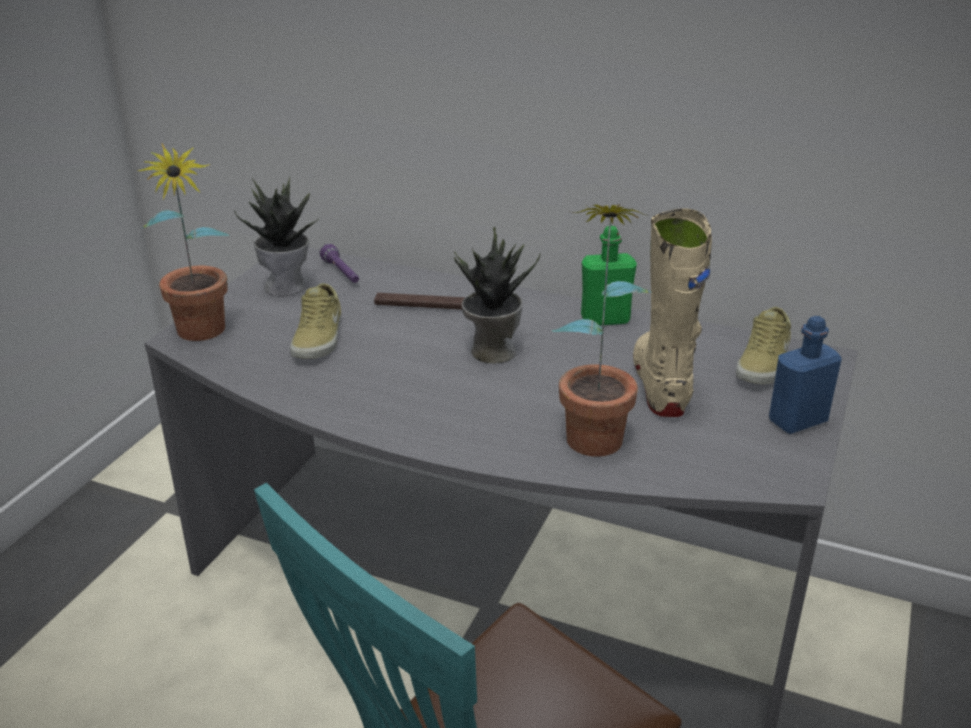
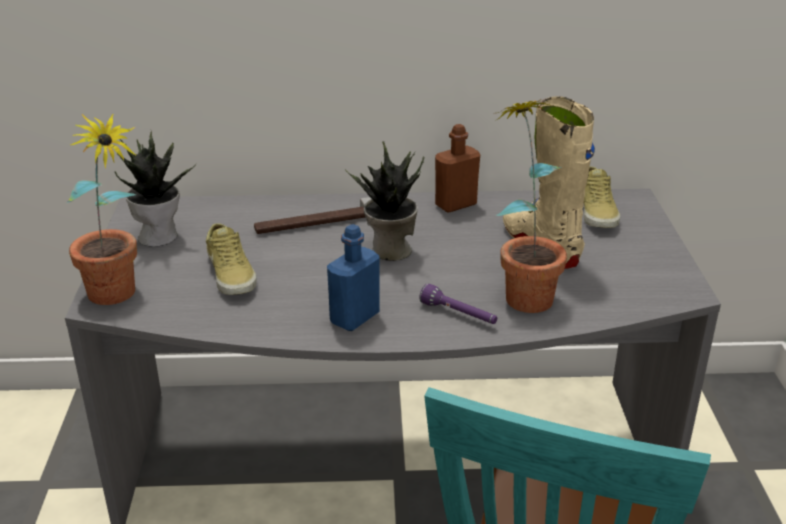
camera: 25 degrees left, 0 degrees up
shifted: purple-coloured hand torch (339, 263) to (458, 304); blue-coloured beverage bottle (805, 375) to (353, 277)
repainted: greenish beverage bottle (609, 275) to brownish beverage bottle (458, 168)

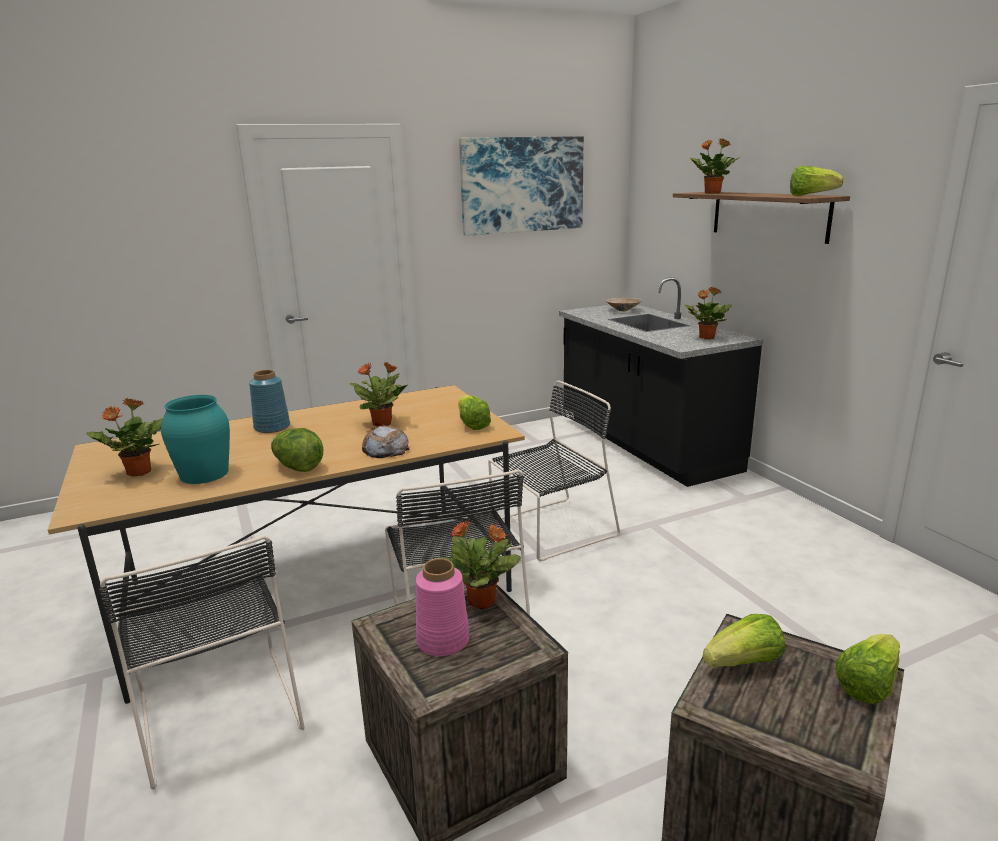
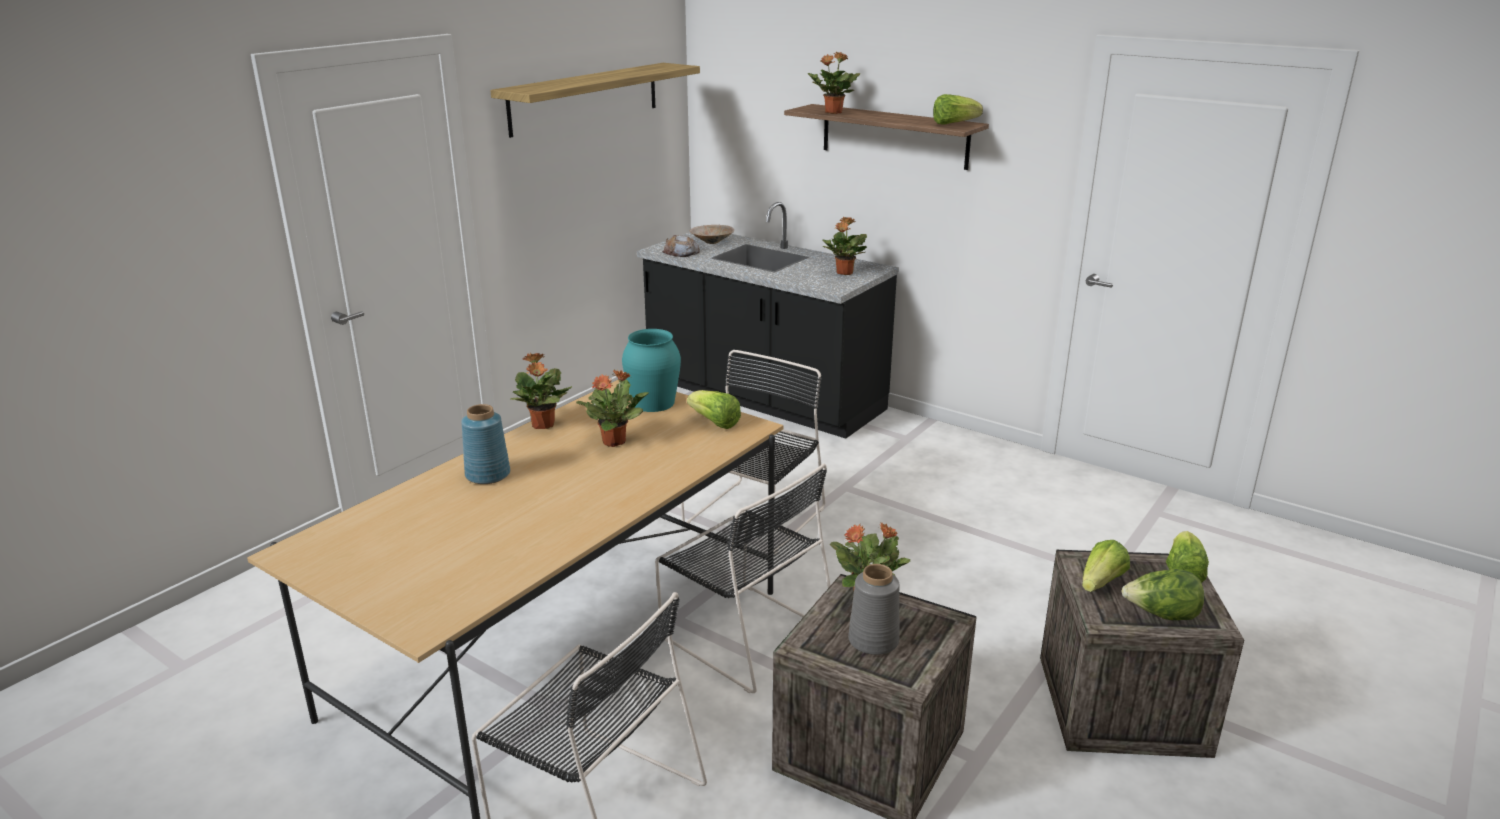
camera: 30 degrees left, 5 degrees up
shifted: plant in a pot (125, 437) to (541, 391); blue-green decorative vase (195, 439) to (651, 370); head of lettuce (297, 450) to (1163, 594); bread (386, 441) to (681, 246)
swapped: wall art (521, 186) to bracket shelf (595, 100)
repainted: pinkish decorative vase (443, 607) to grey decorative vase (874, 609)

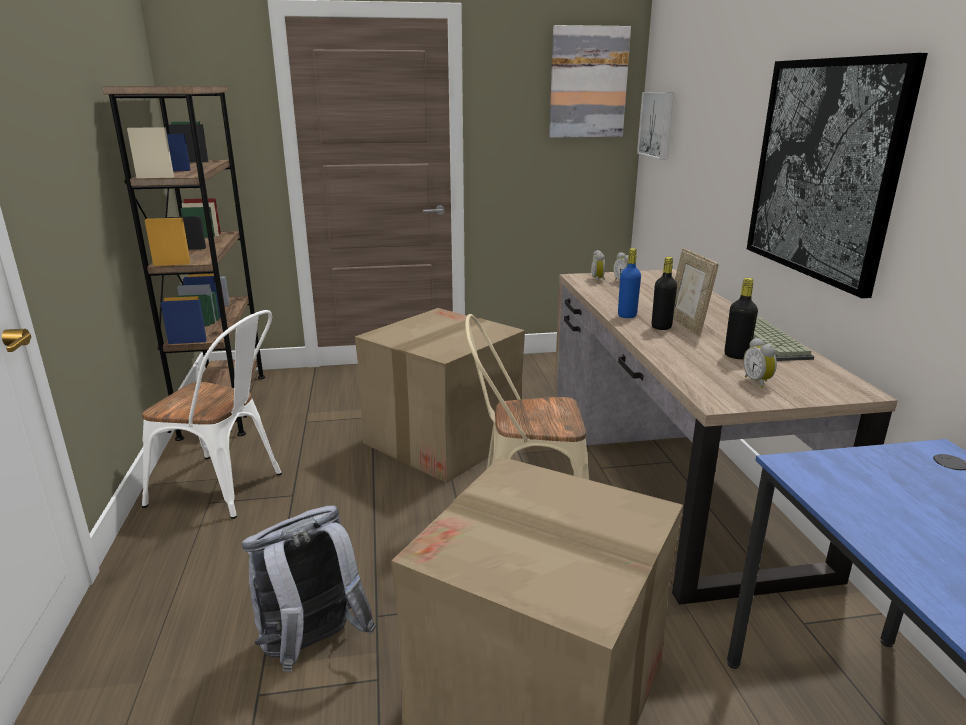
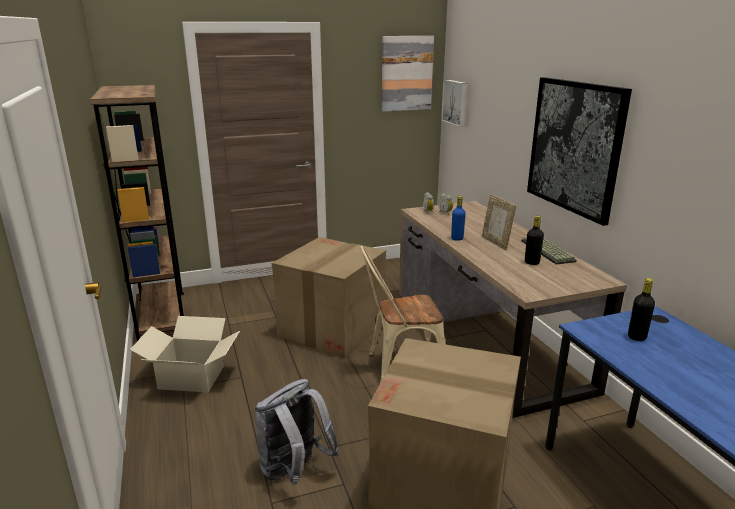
camera: 10 degrees left, 0 degrees up
gone: alarm clock (760, 363)
shifted: black beverage bottle (664, 293) to (641, 309)
swapped: white-coloured chair (212, 414) to carton (185, 354)

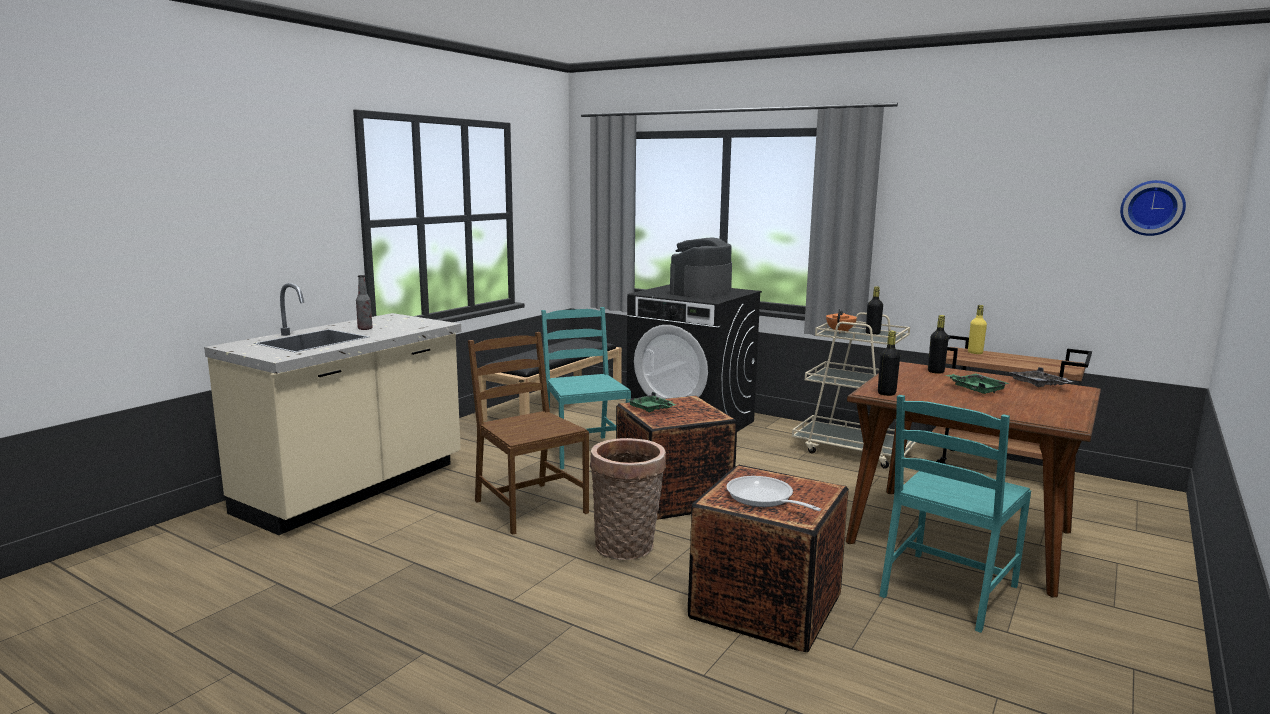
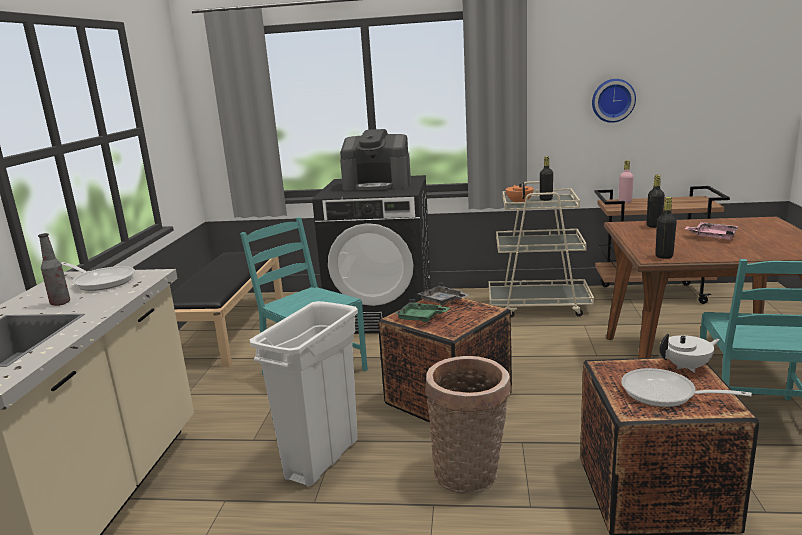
camera: 25 degrees left, 5 degrees up
new: frying pan (98, 276); white-coloured teapot (689, 353)
shifted: grey carrying tray (1041, 377) to (443, 293); hanging clock (1153, 208) to (614, 101)
swapped: brownish chair (528, 433) to white-coloured trash can (304, 394)
repainted: greenish carrying tray (977, 383) to pinkish carrying tray (712, 231); yellowish beverage bottle (977, 329) to pinkish beverage bottle (626, 181)
rotated: coffee machine (701, 267) = (375, 160) 90 degrees counterclockwise

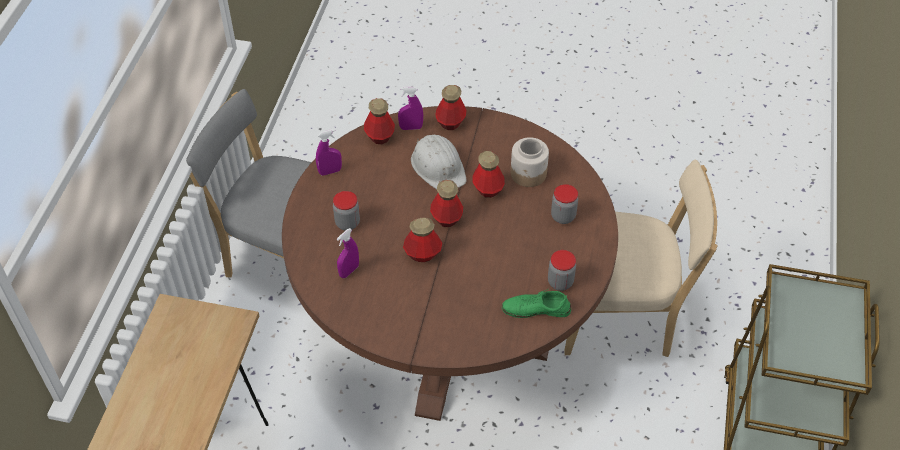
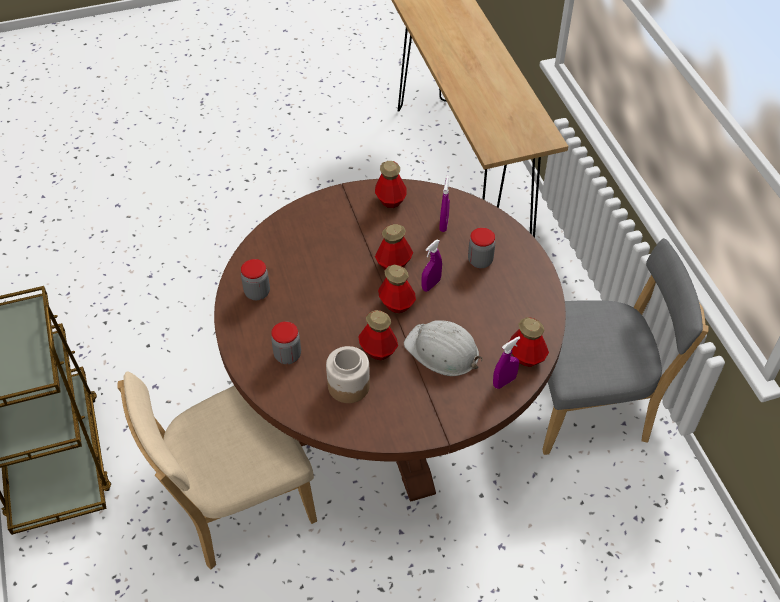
camera: 150 degrees right, 0 degrees up
gone: greenish shoe (536, 303)
shifted: purple-coloured hand sprayer (329, 152) to (431, 265); beverage bottle (451, 107) to (391, 184)

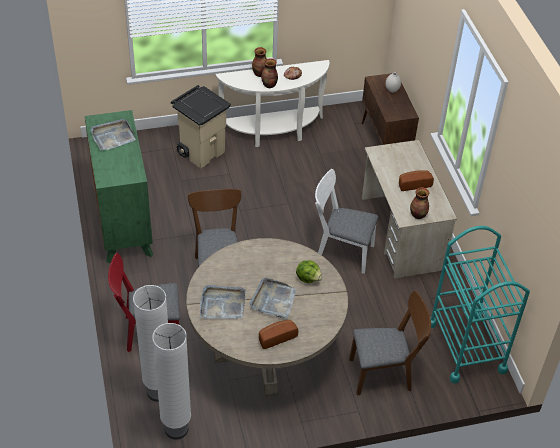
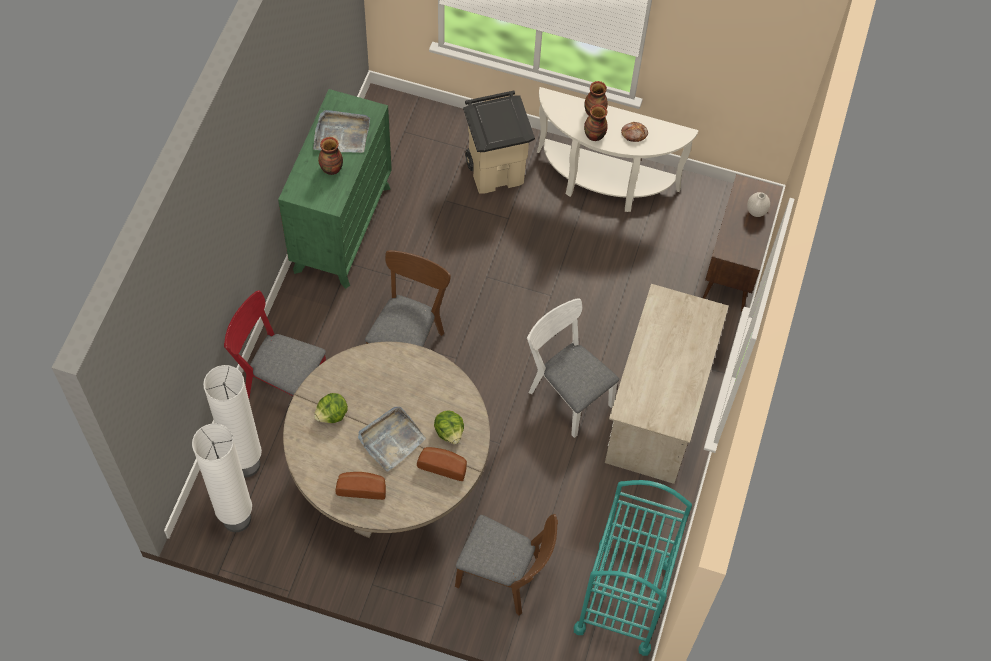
camera: 30 degrees right, 15 degrees up
shifted: bread (416, 181) to (442, 464); decorative vase (419, 203) to (330, 156)
swapped: grey carrying tray (223, 302) to head of lettuce (331, 408)

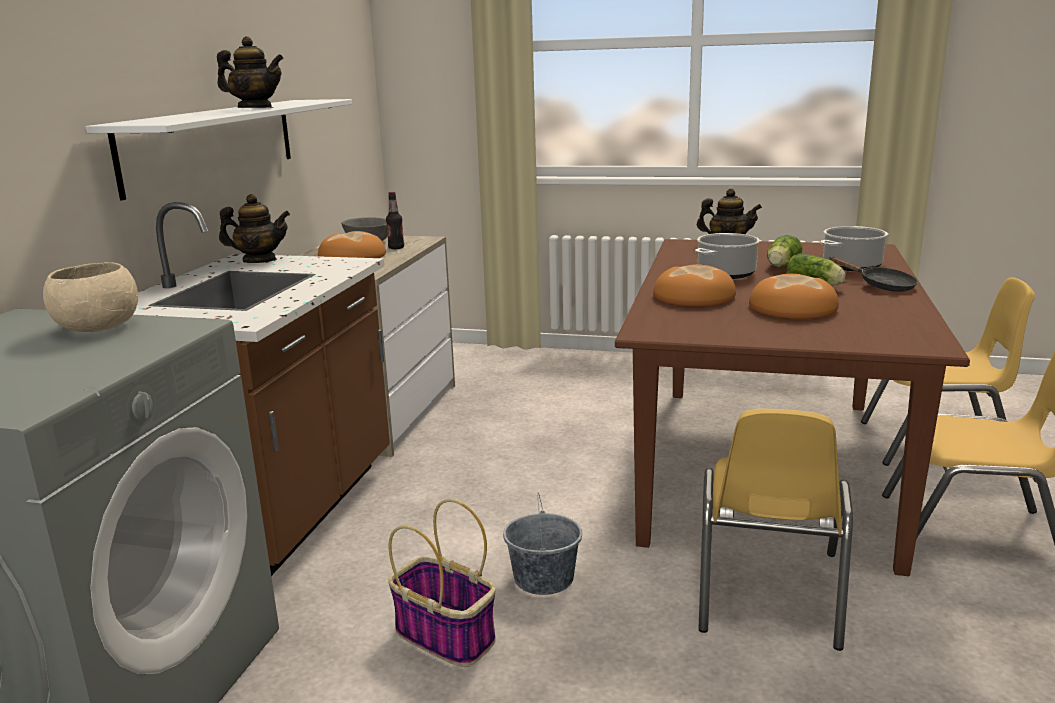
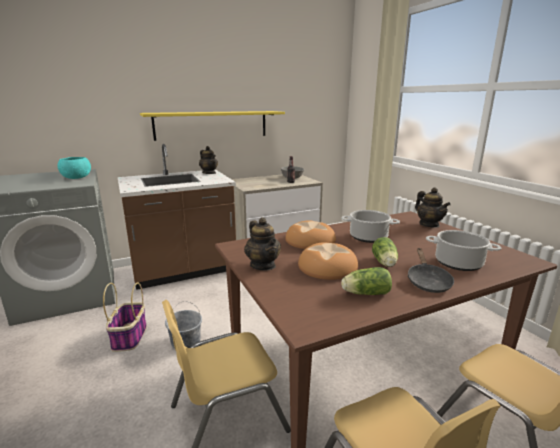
camera: 50 degrees right, 0 degrees up
gone: bread (352, 244)
shifted: teapot (250, 72) to (262, 244); head of lettuce (784, 251) to (366, 281)
repainted: beige-coloured serving bowl (90, 297) to blue-green serving bowl (74, 168); white-coloured bracket shelf (219, 149) to yellowish bracket shelf (212, 126)

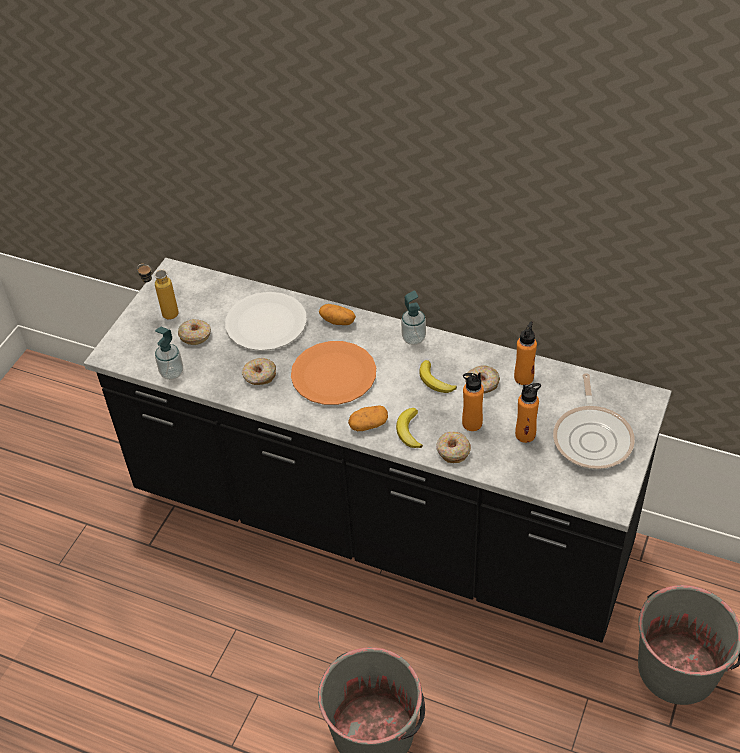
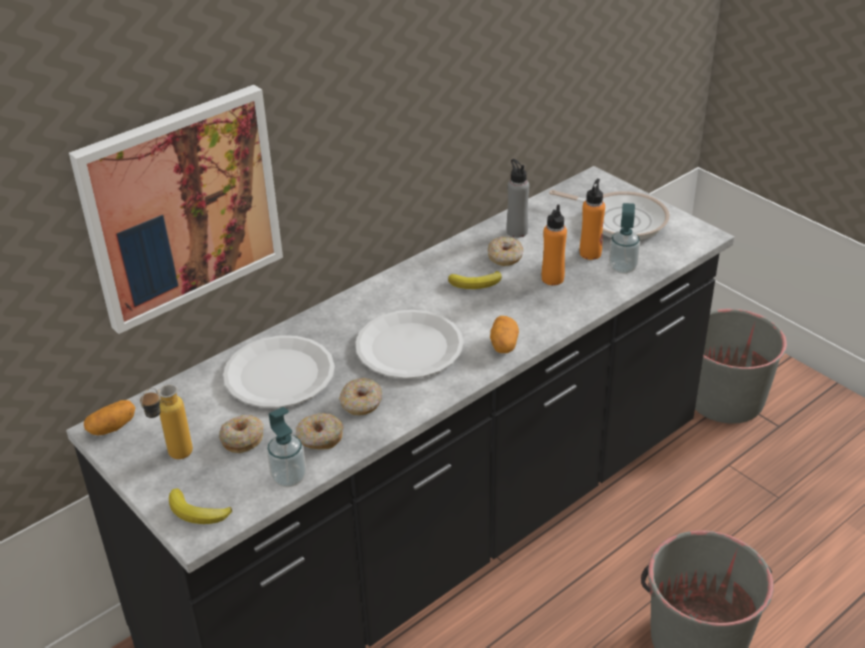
camera: 65 degrees left, 10 degrees down
new: wall art (176, 209)
shifted: potato (337, 314) to (109, 417); banana (409, 428) to (200, 506); soap bottle (413, 318) to (624, 238); ring doughnut (453, 447) to (320, 431)
repainted: orangey dinner plate (333, 373) to white-coloured dinner plate (409, 344); orangey beverage bottle (525, 353) to grey beverage bottle (517, 198)

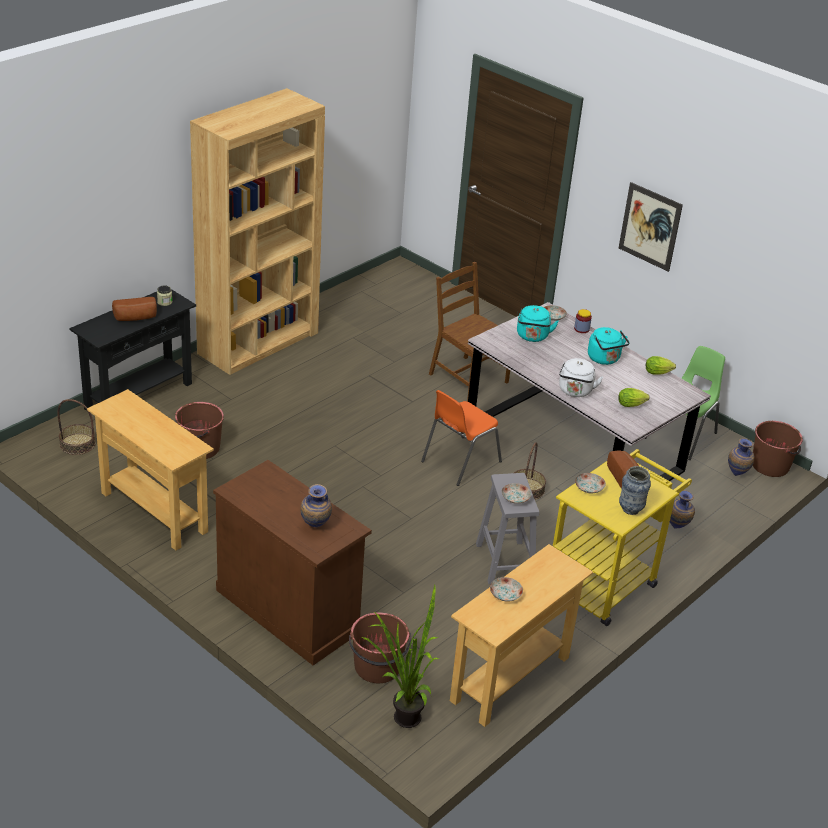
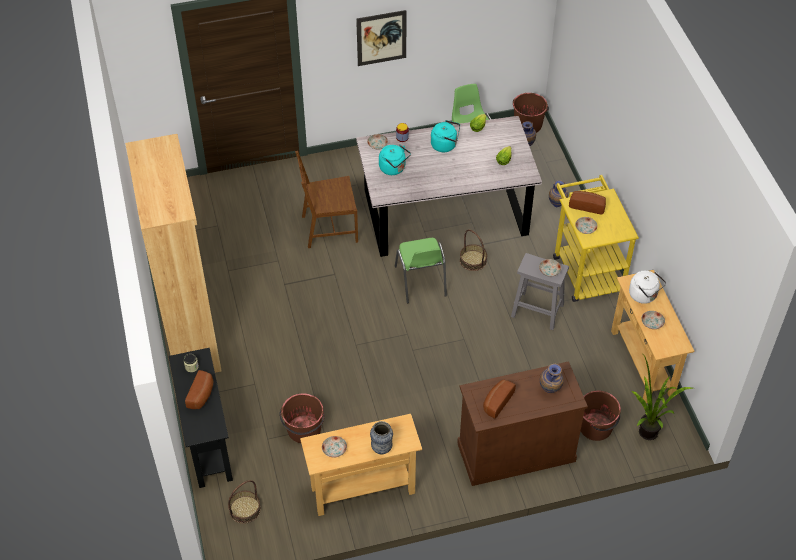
camera: 55 degrees left, 15 degrees up
new: dinner plate (334, 447); bread (499, 399)
shifted: white-coloured tea kettle (581, 377) to (647, 287); decorative vase (635, 490) to (381, 438)
repainted: orangey chair (461, 438) to greenish chair (421, 270)

